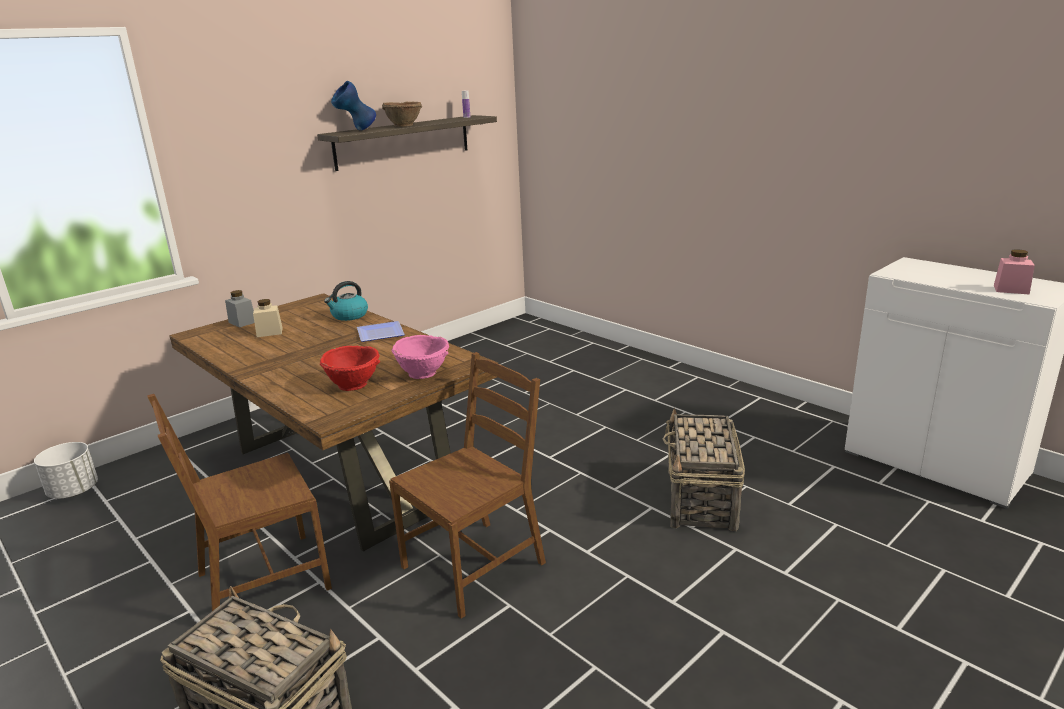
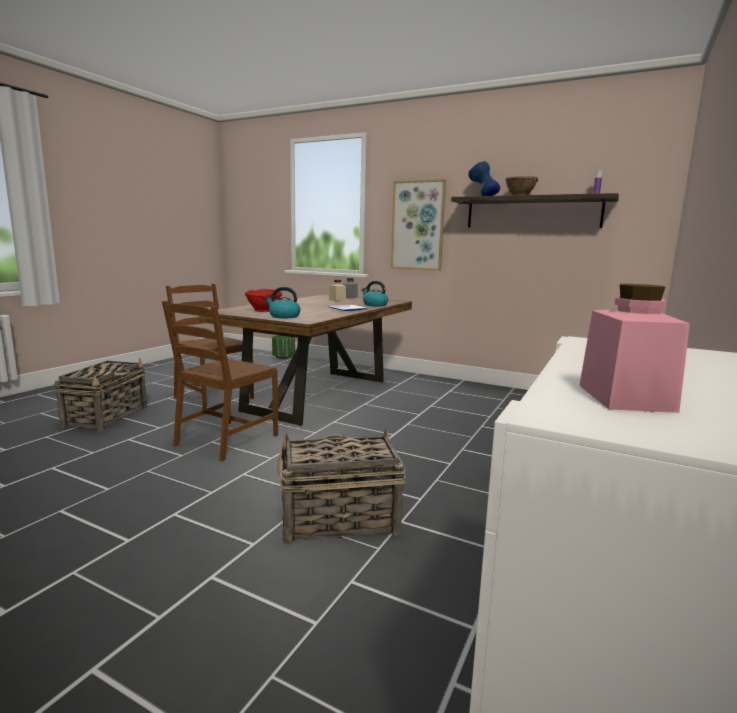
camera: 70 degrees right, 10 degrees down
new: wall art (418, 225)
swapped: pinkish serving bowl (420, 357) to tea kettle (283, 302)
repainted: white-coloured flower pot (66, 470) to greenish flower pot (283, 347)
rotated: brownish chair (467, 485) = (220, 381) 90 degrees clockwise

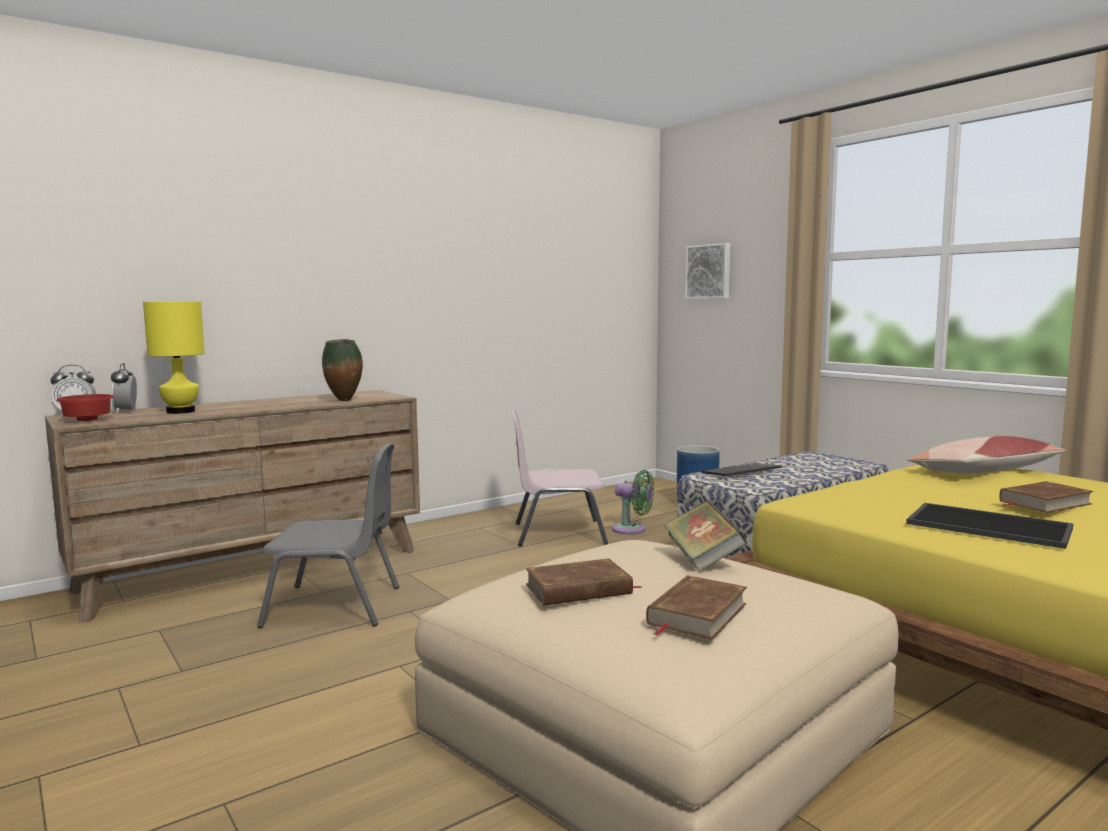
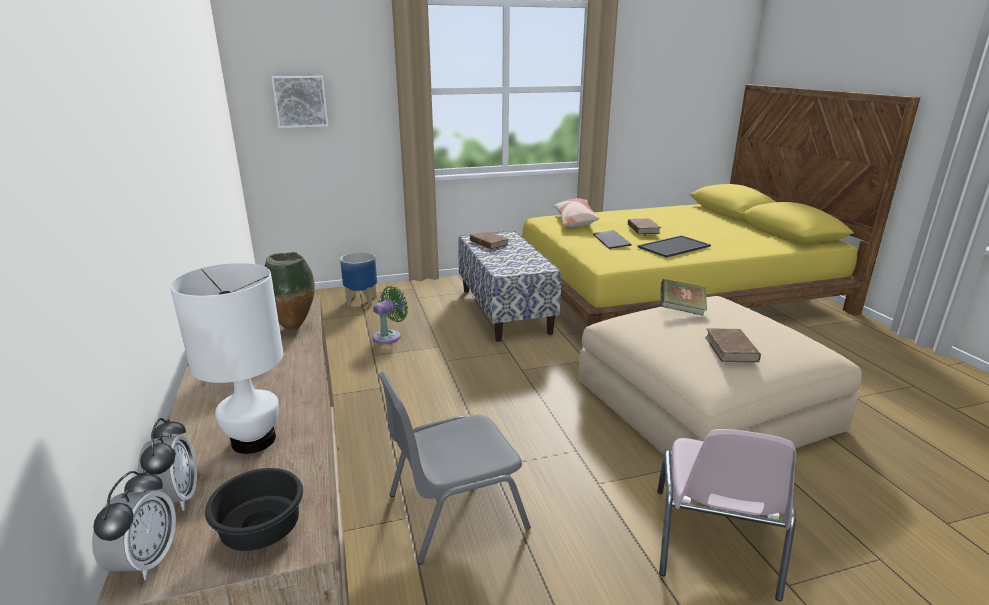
camera: 70 degrees left, 15 degrees up
shifted: pinkish chair (559, 477) to (726, 515); brownish book (696, 607) to (489, 240); PC keyboard (742, 469) to (612, 239)
repainted: red-coloured serving bowl (85, 407) to black serving bowl (254, 509); yellowish table lamp (174, 357) to white-coloured table lamp (226, 358)
rotated: alarm clock (124, 388) = (167, 464) 105 degrees counterclockwise; grey chair (328, 535) = (454, 467) 135 degrees counterclockwise

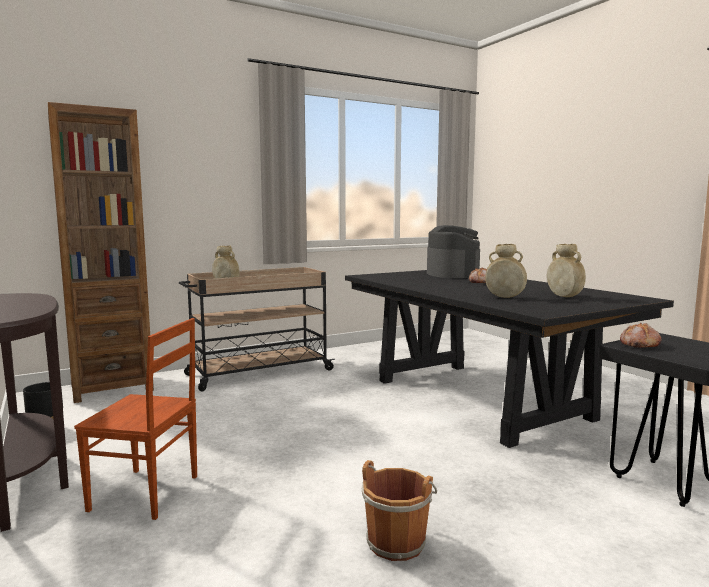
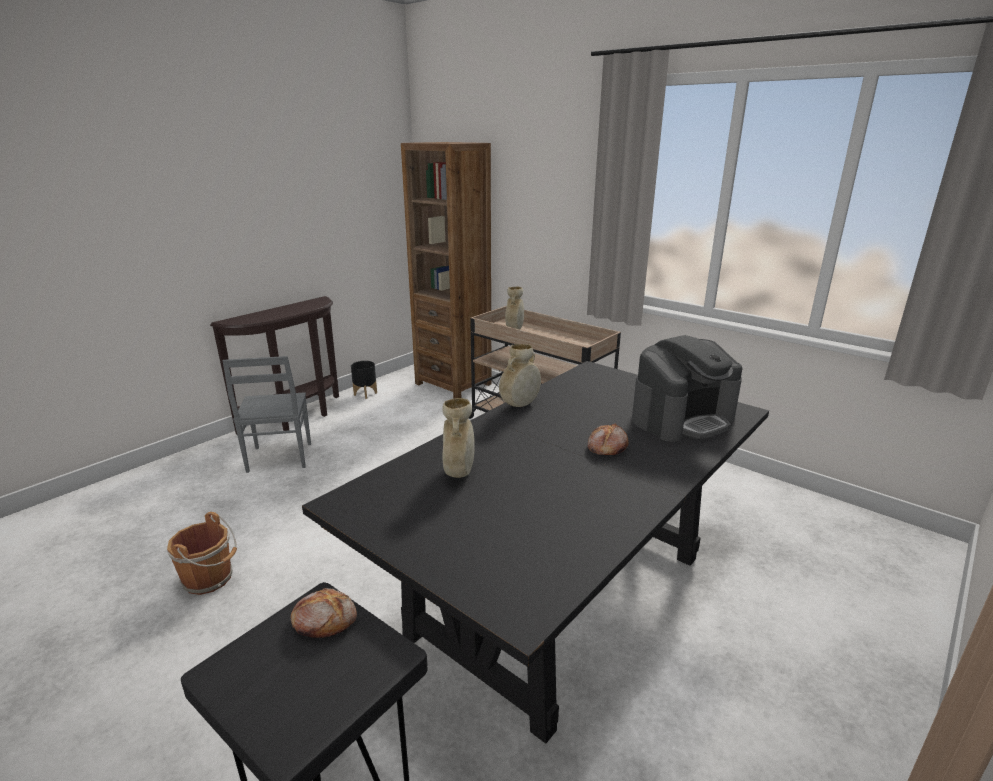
camera: 70 degrees right, 15 degrees up
shifted: beige-coloured decorative vase (566, 270) to (520, 375)
repainted: brownish chair (135, 419) to grey chair (267, 414)

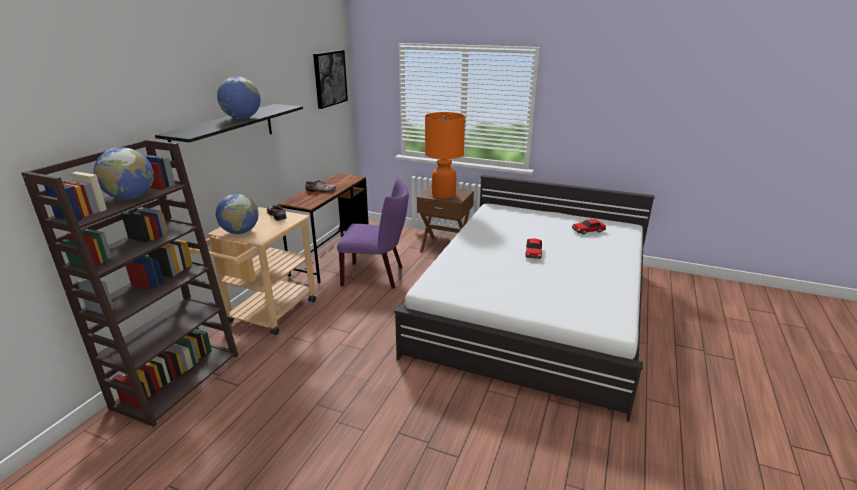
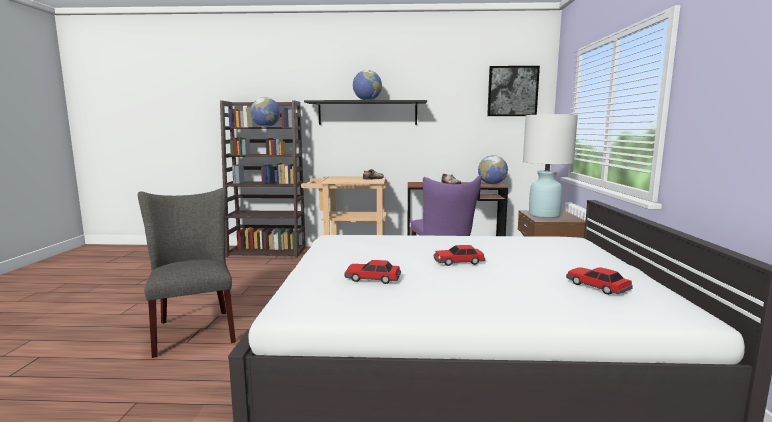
camera: 70 degrees right, 15 degrees down
new: grey chair (187, 272); model car (373, 272)
shifted: globe (237, 214) to (493, 169)
repainted: orangey table lamp (445, 155) to white-coloured table lamp (550, 166)

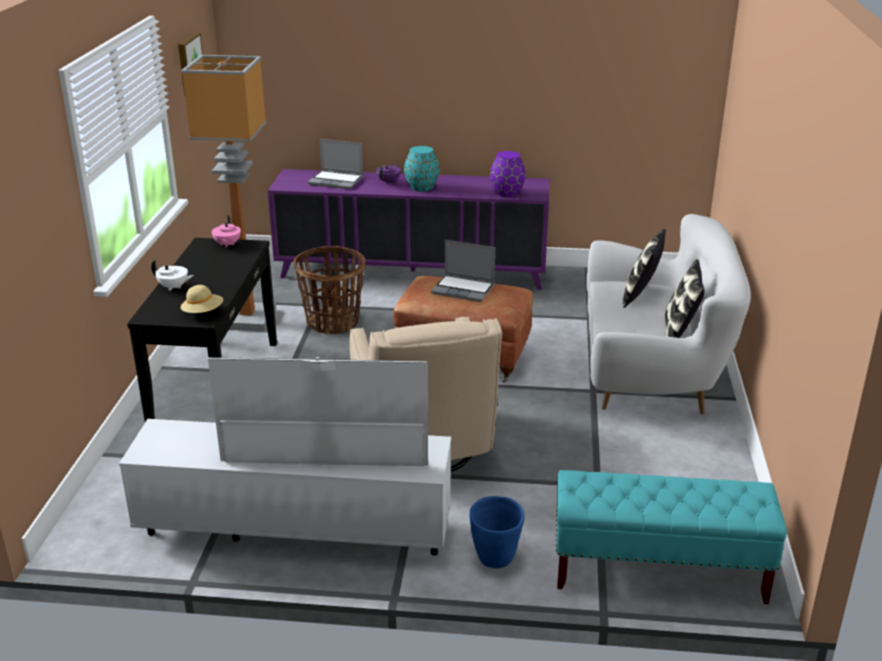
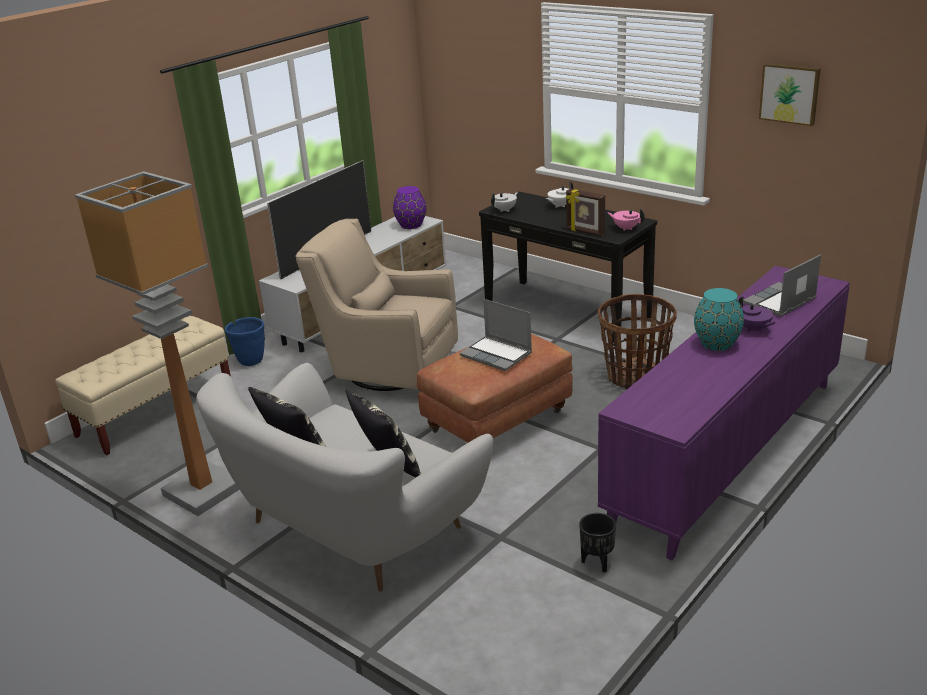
camera: 125 degrees right, 0 degrees up
new: standing frame (585, 212); black flower pot (597, 543)
shifted: standing lamp (228, 193) to (157, 343); purple-coloured decorative vase (508, 174) to (409, 207)
swapped: beige-coloured clothing hat (202, 299) to white-coloured teapot (504, 202)
repainted: blue-green indoor bench (671, 537) to beige-coloured indoor bench (143, 385)
rotated: notebook computer (463, 271) = (496, 335) 105 degrees counterclockwise

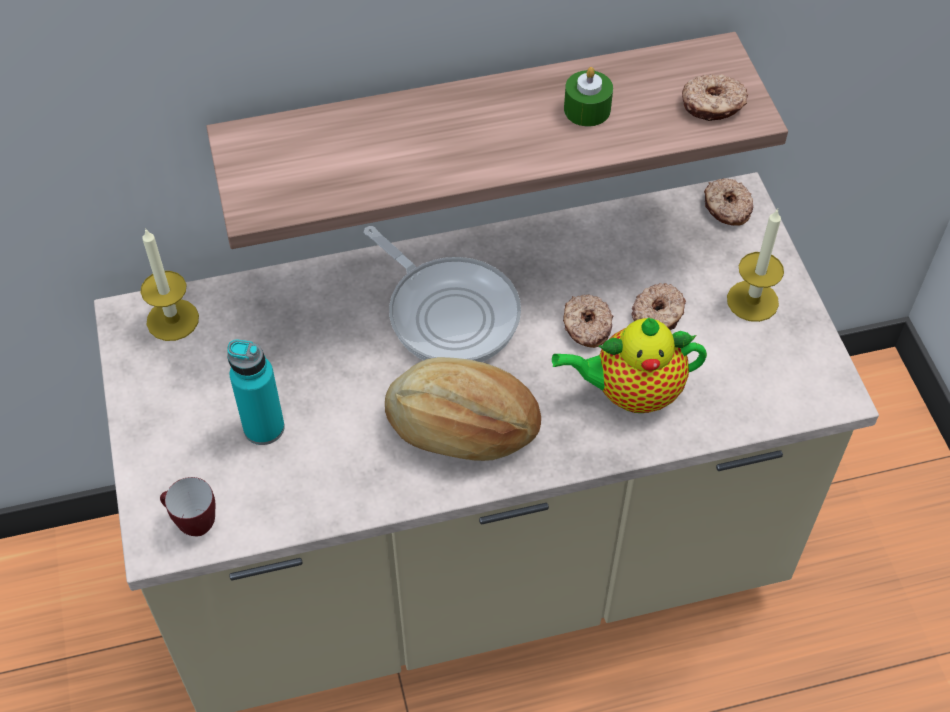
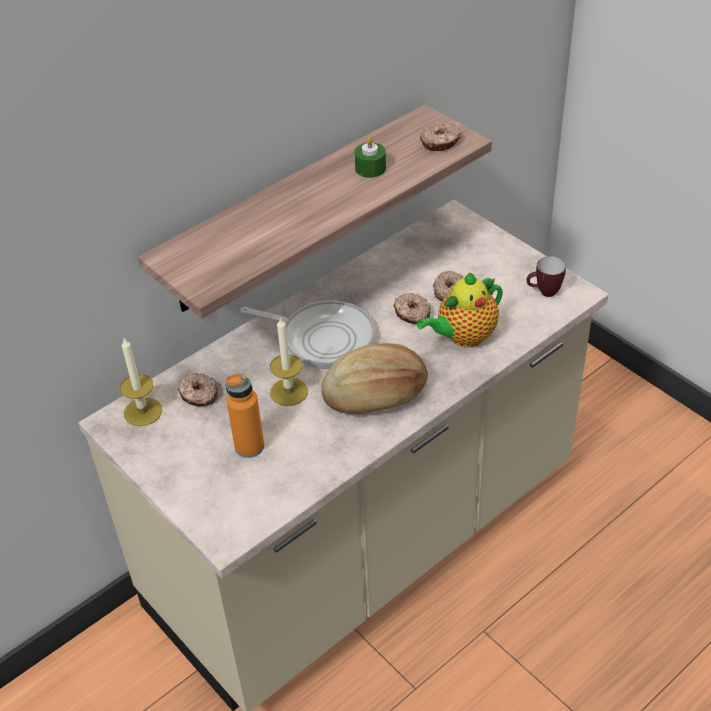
camera: 25 degrees left, 10 degrees down
shifted: tea mug (187, 506) to (546, 276); ring doughnut (728, 202) to (197, 389); candle (755, 265) to (289, 361)
repainted: blue-green beverage bottle (256, 392) to orangey beverage bottle (244, 415)

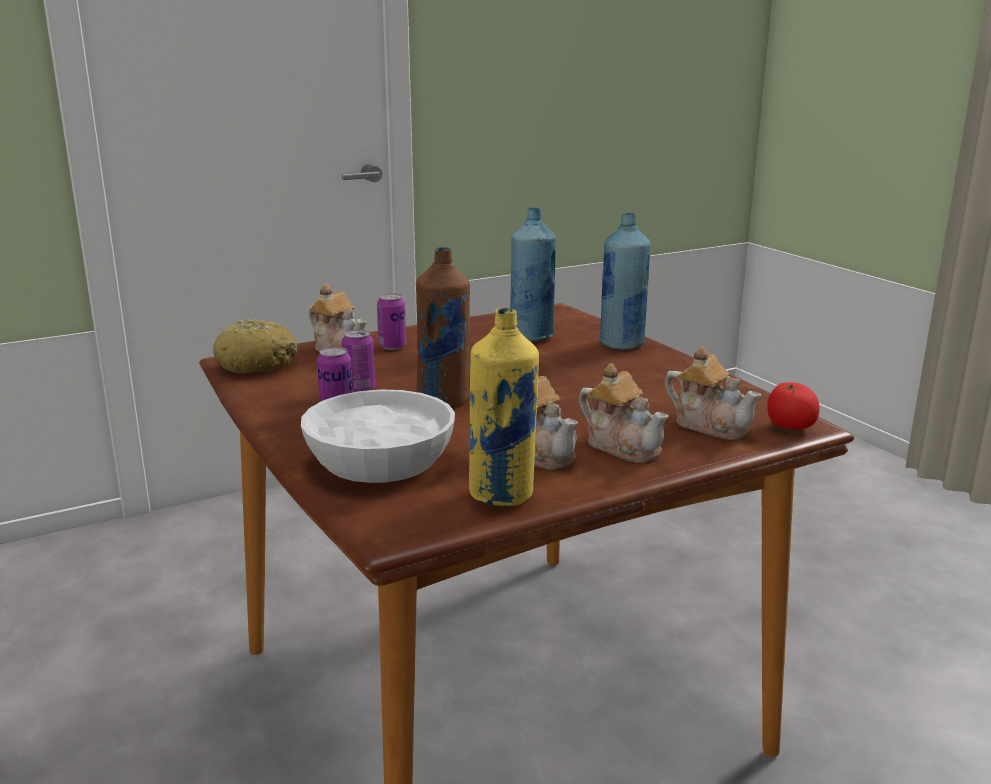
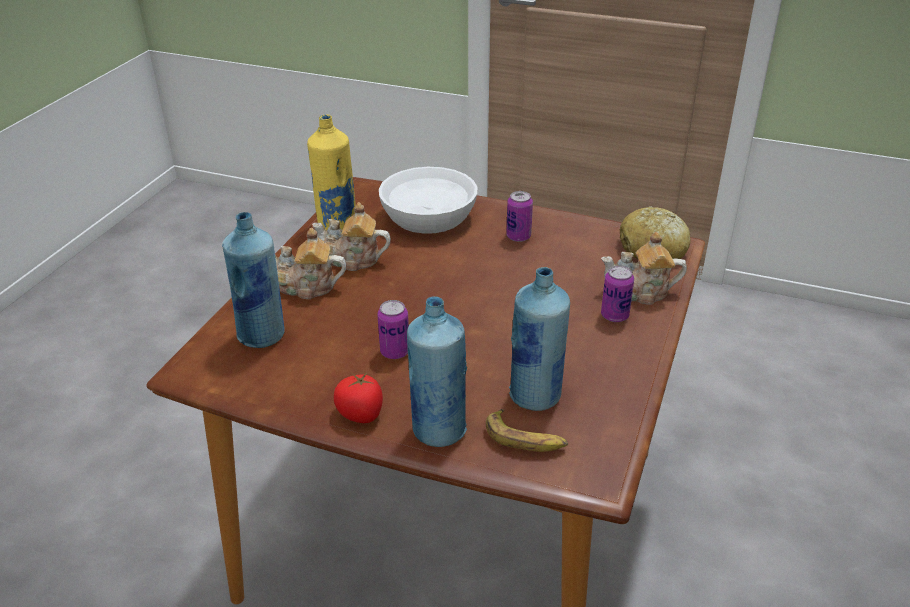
camera: 140 degrees right, 15 degrees up
gone: brownish beverage bottle (443, 327)
new: banana (527, 430)
shifted: sealed can (358, 360) to (393, 329); fresh tomato (793, 406) to (358, 397)
swapped: teapot (713, 393) to blue-coloured beverage bottle (253, 280)

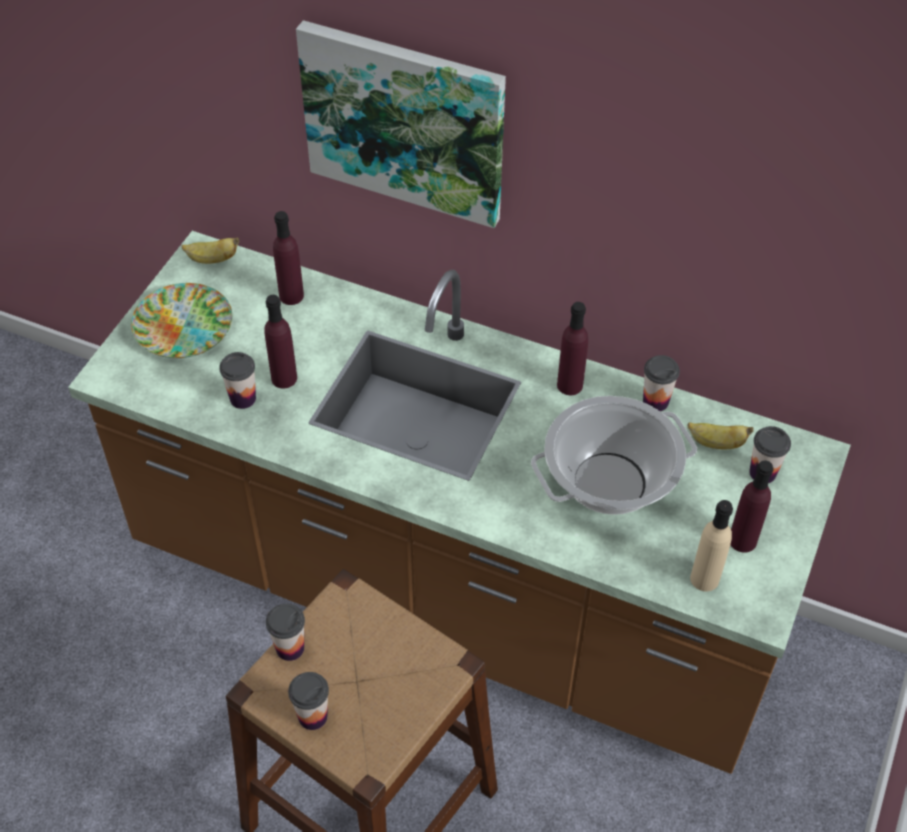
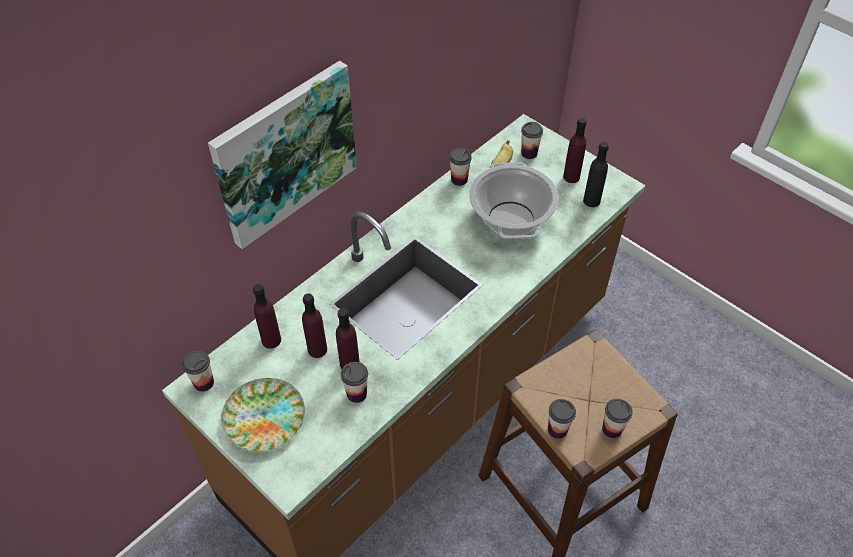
camera: 70 degrees left, 0 degrees up
shifted: purple-coloured beverage bottle (572, 348) to (314, 325)
swapped: banana (211, 250) to cup (198, 371)
repainted: beige-coloured beverage bottle (711, 546) to black beverage bottle (596, 174)

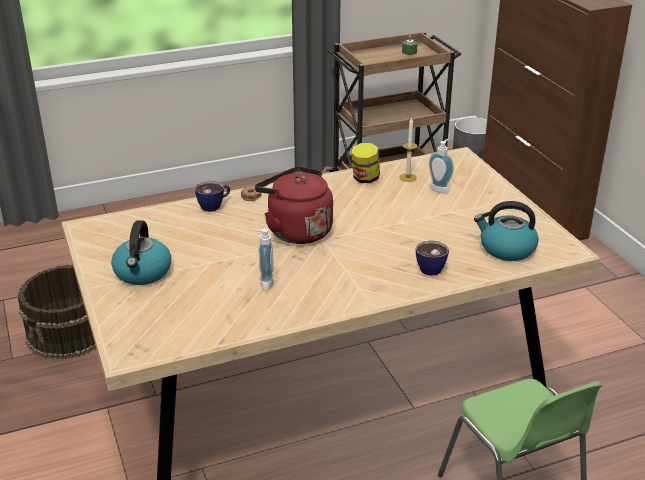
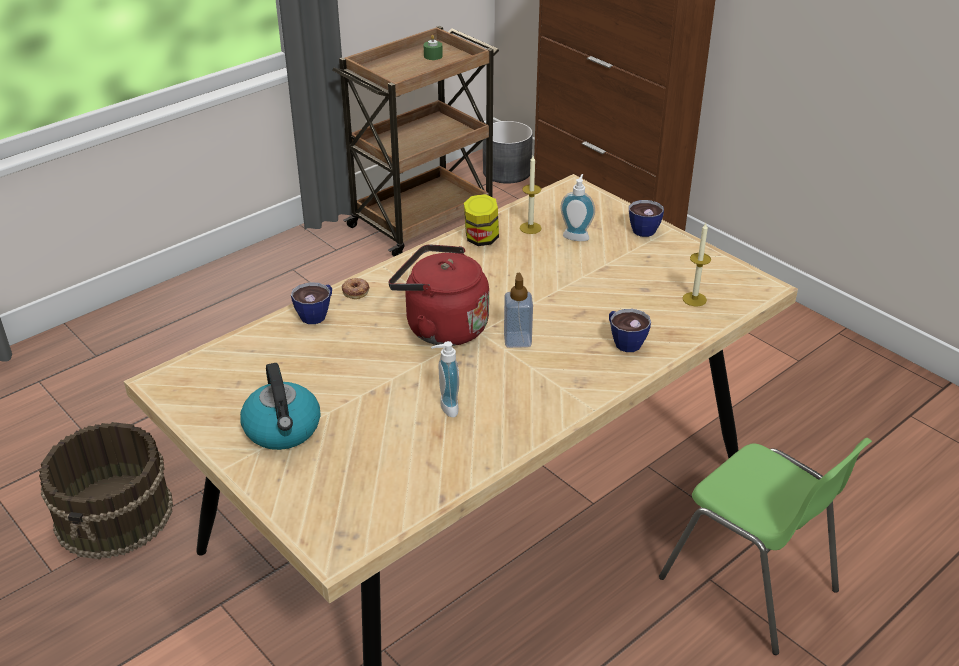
camera: 20 degrees left, 5 degrees up
new: soap bottle (518, 310); cup (646, 218)
swapped: tea kettle (506, 231) to candle (697, 264)

